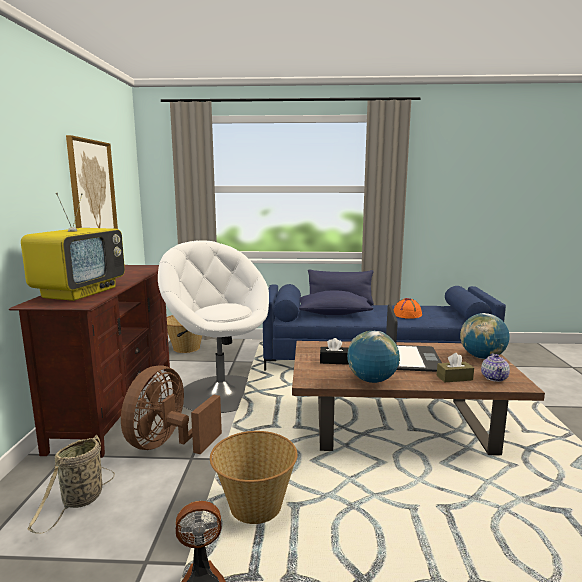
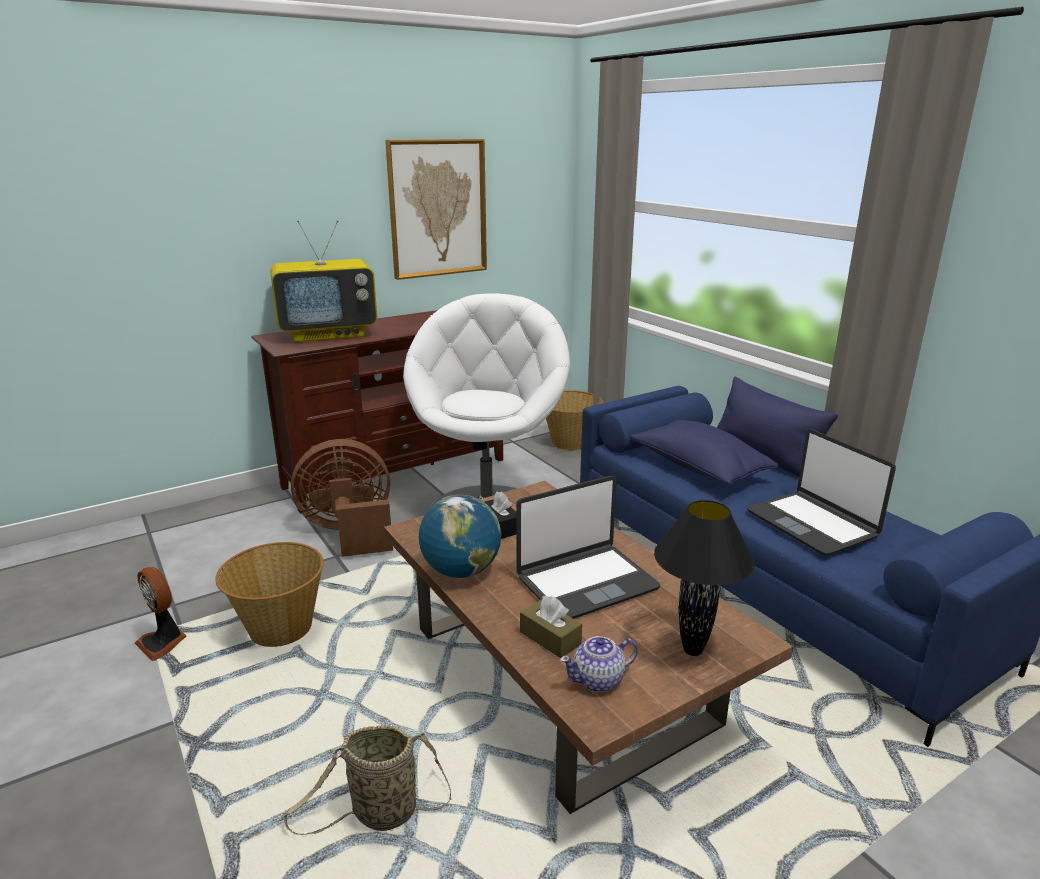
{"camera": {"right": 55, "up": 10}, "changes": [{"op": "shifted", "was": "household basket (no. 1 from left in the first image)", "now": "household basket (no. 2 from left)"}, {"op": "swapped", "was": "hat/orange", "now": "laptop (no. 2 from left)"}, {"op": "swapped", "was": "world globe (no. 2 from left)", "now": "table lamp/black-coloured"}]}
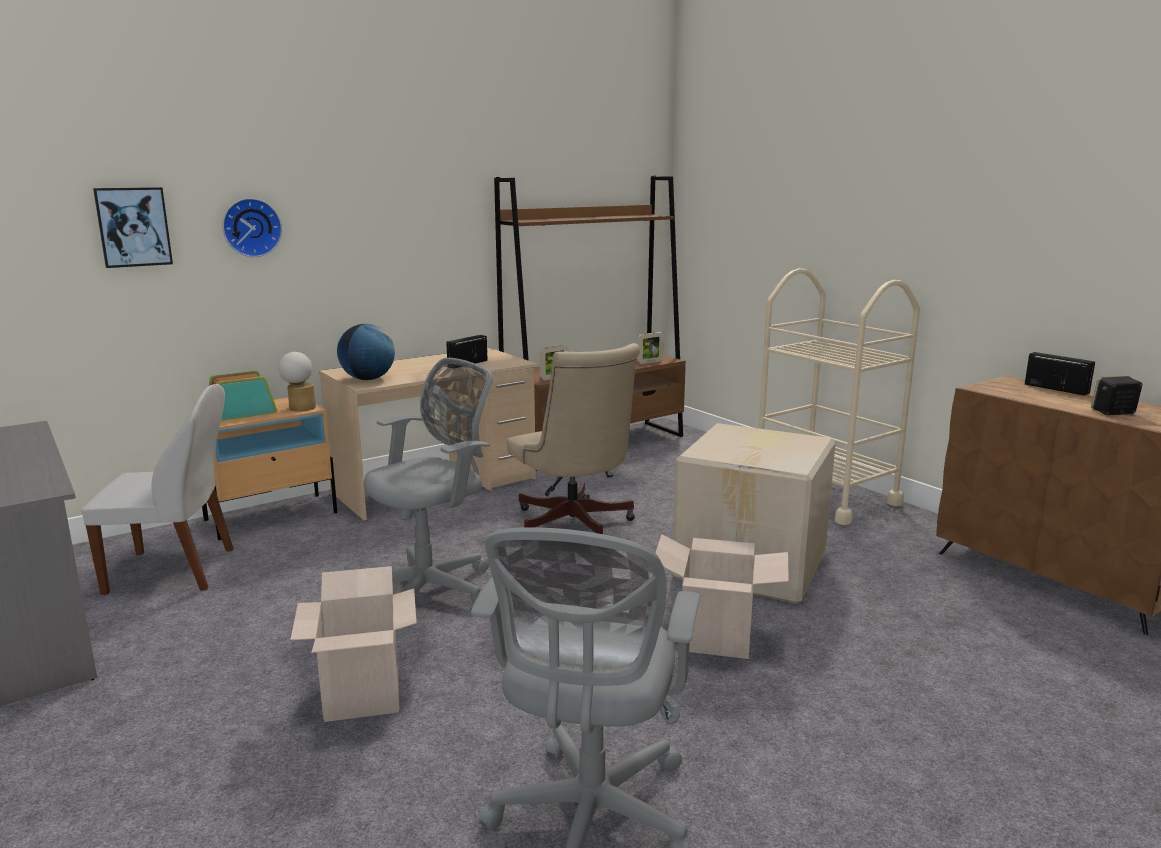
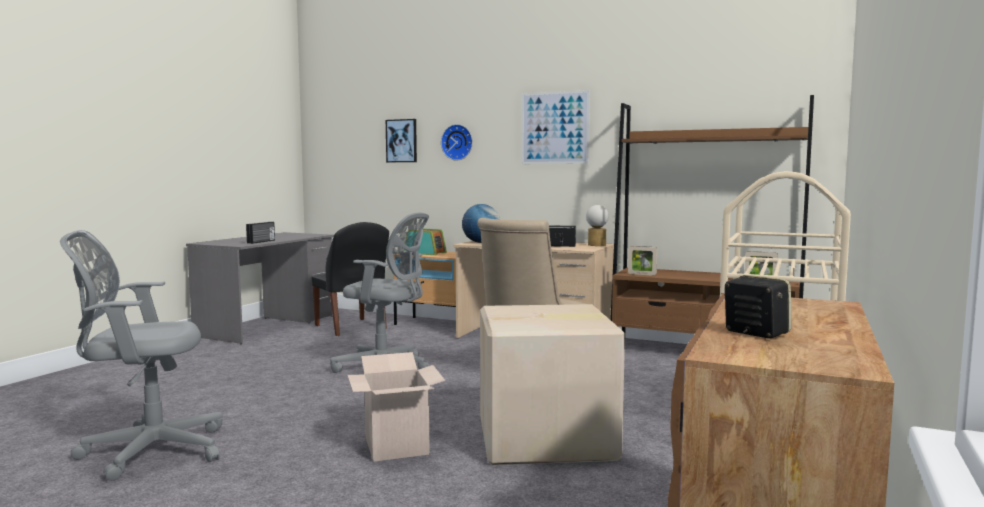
{"camera": {"right": 60, "up": -10}, "changes": [{"op": "gone", "was": "packing box (no. 1 from left)"}, {"op": "new", "now": "wall art (no. 2 from left)"}, {"op": "shifted", "was": "table lamp"}, {"op": "shifted", "was": "radio receiver (no. 3 from left in the first image)", "now": "radio receiver (no. 1 from left)"}, {"op": "repainted", "was": "plain chair/white-coloured", "now": "plain chair/black-coloured"}]}
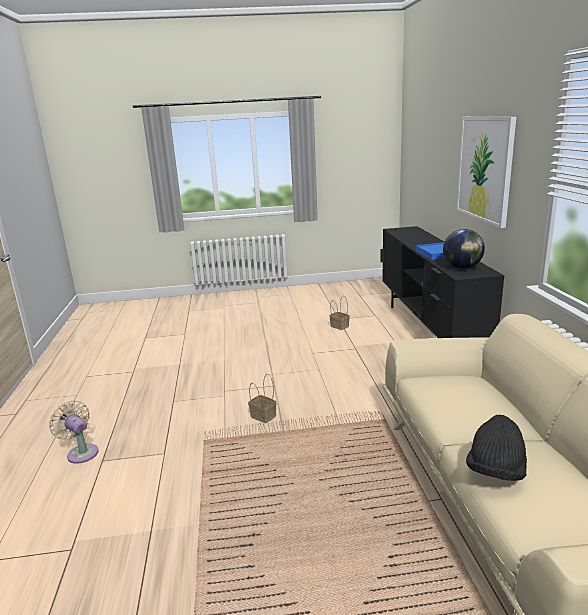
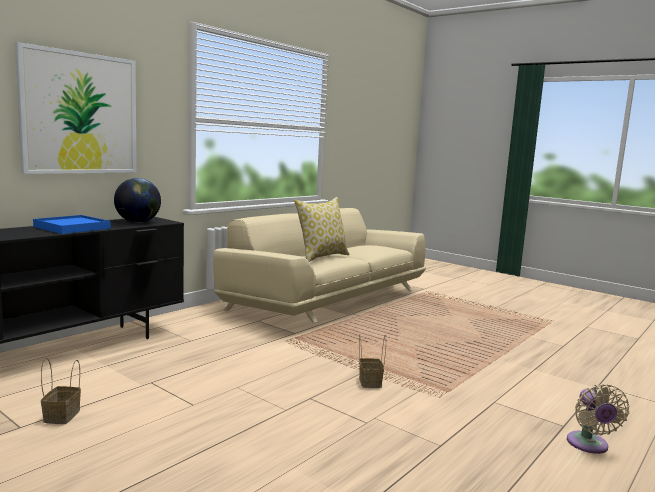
{"camera": {"right": -135, "up": -10}, "changes": [{"op": "gone", "was": "hat/black-coloured"}, {"op": "new", "now": "cushion"}]}
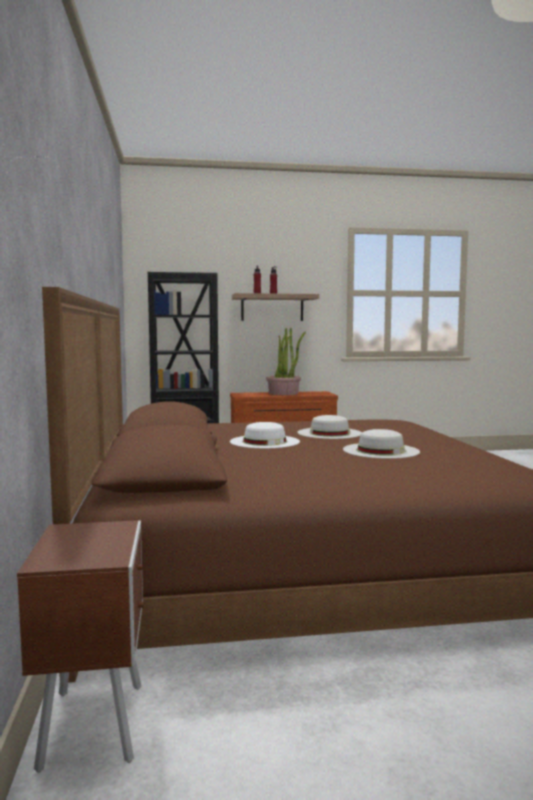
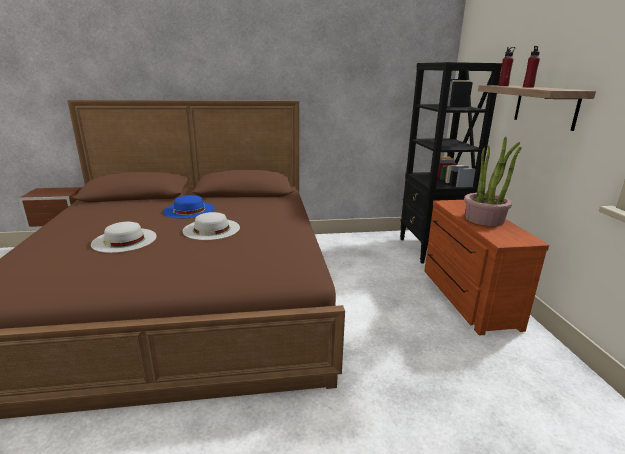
{"camera": {"right": 90, "up": 15}, "changes": [{"op": "repainted", "was": "hat/white-coloured (no. 1 from left)", "now": "hat/blue"}]}
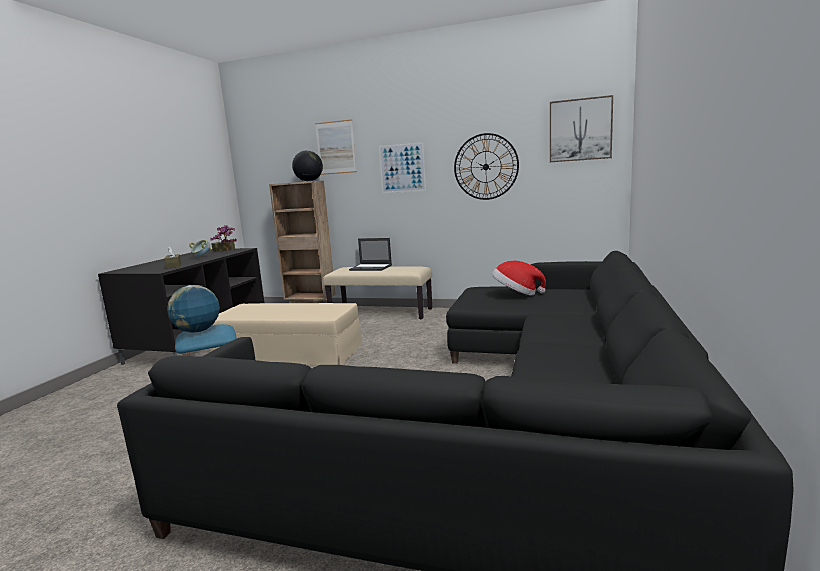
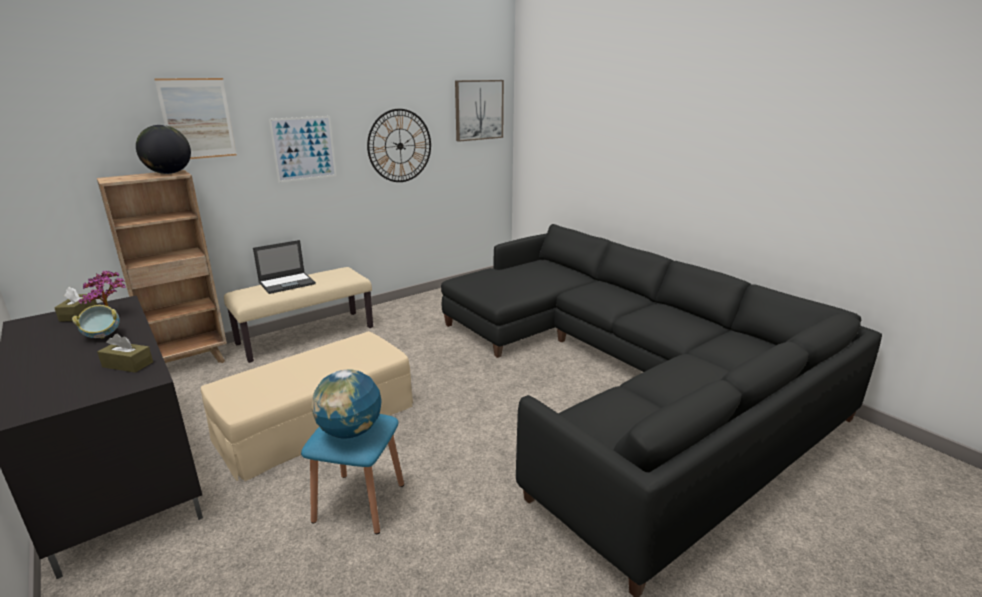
{"camera": {"right": -55, "up": 10}, "changes": [{"op": "gone", "was": "hat"}]}
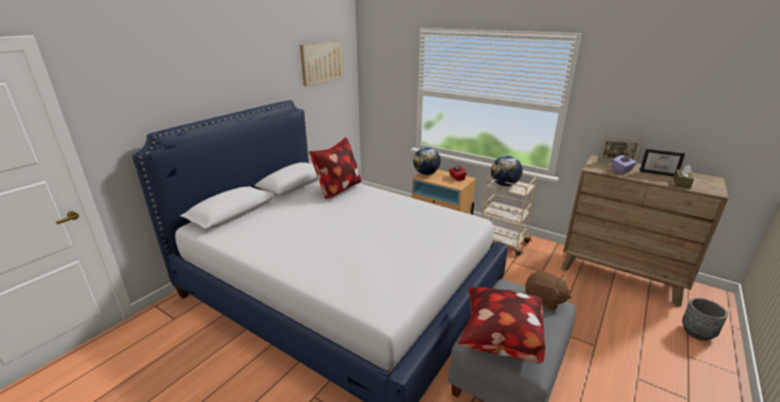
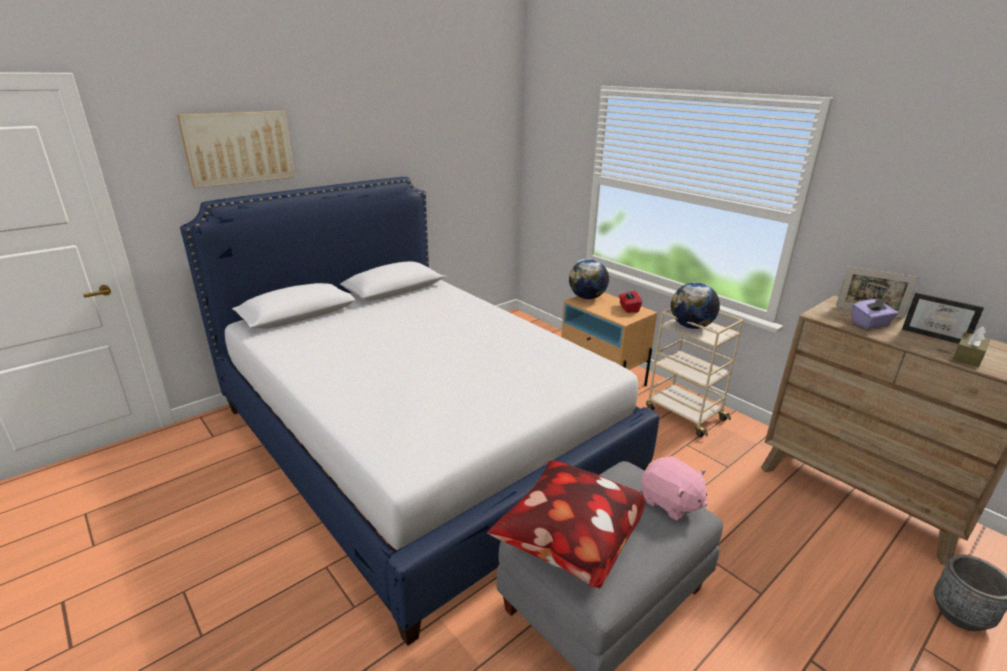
{"camera": {"right": 15, "up": 0}, "changes": [{"op": "gone", "was": "cushion (no. 1 from left)"}, {"op": "shifted", "was": "wall art"}, {"op": "repainted", "was": "soft toy/brown-coloured", "now": "soft toy/pinkish"}]}
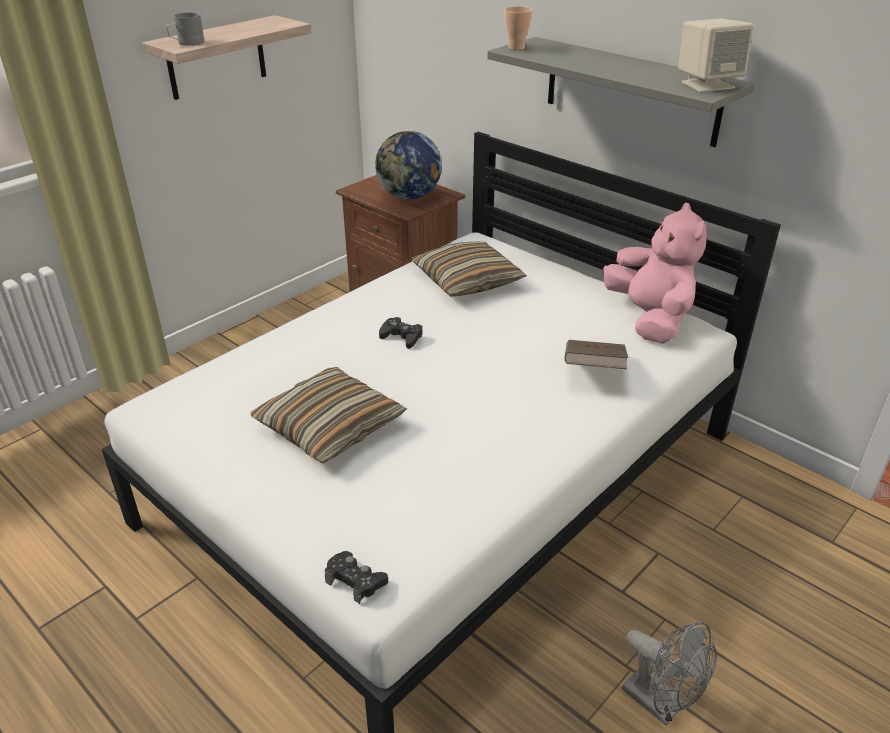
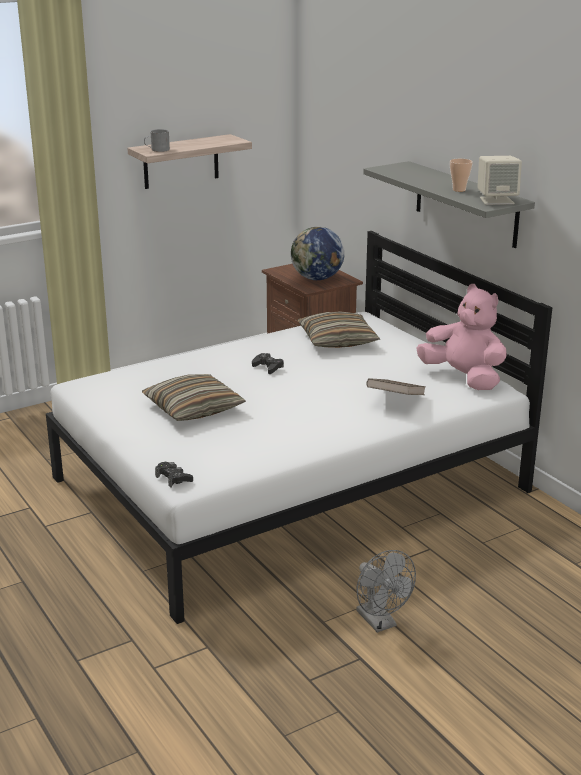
{"camera": {"right": 15, "up": -10}, "changes": [{"op": "shifted", "was": "drinking cup"}, {"op": "rotated", "was": "soft toy/pinkish", "clockwise": -45}]}
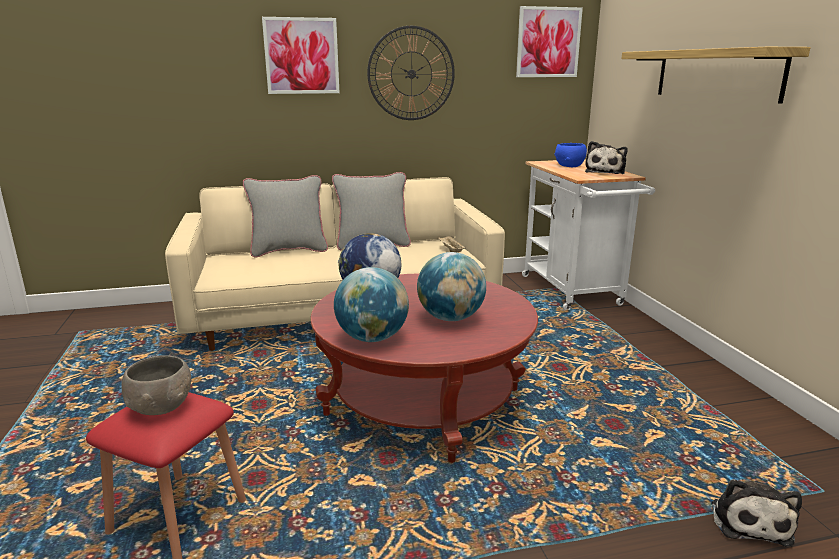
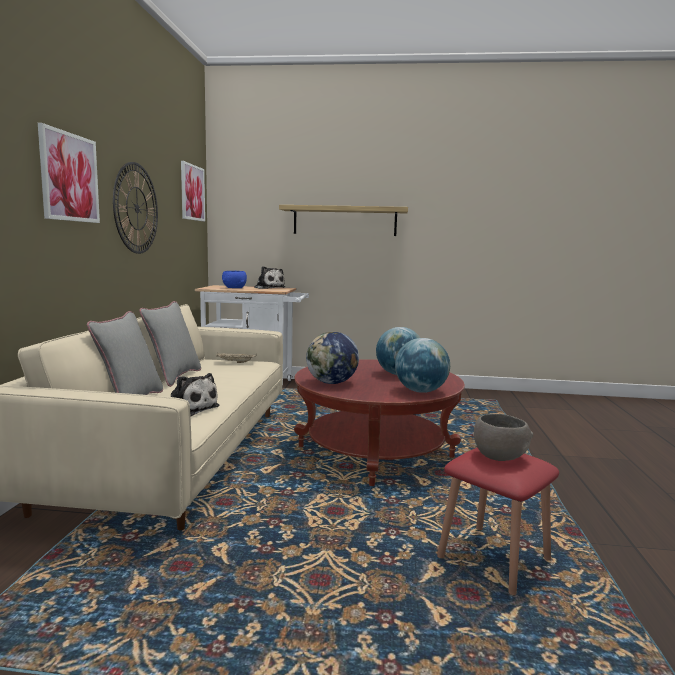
{"camera": {"right": -70, "up": -10}, "changes": [{"op": "shifted", "was": "soft toy (no. 2 from left in the first image)", "now": "soft toy (no. 1 from left)"}]}
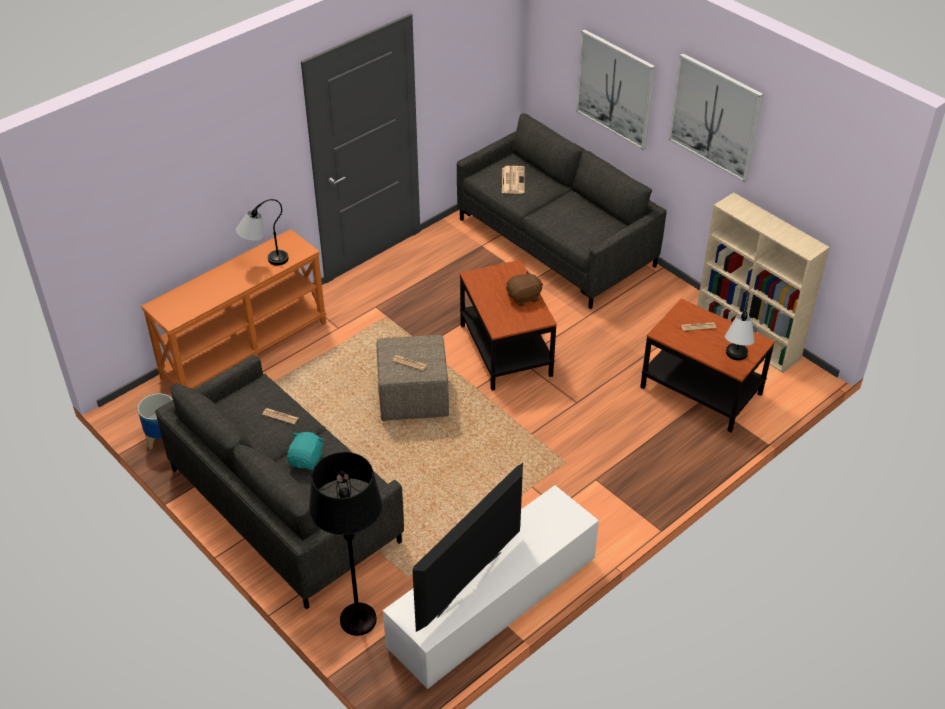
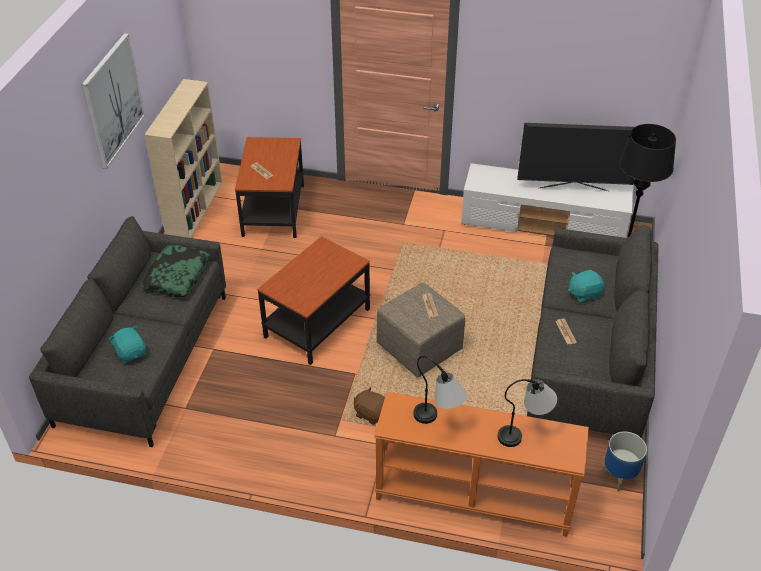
{"camera": {"right": -125, "up": 0}, "changes": [{"op": "gone", "was": "wall art (no. 1 from left)"}, {"op": "new", "now": "cushion"}, {"op": "shifted", "was": "soft toy/brown-coloured"}, {"op": "shifted", "was": "table lamp (no. 2 from left)"}, {"op": "swapped", "was": "printed paper (no. 3 from left)", "now": "soft toy/blue-green (no. 1 from left)"}]}
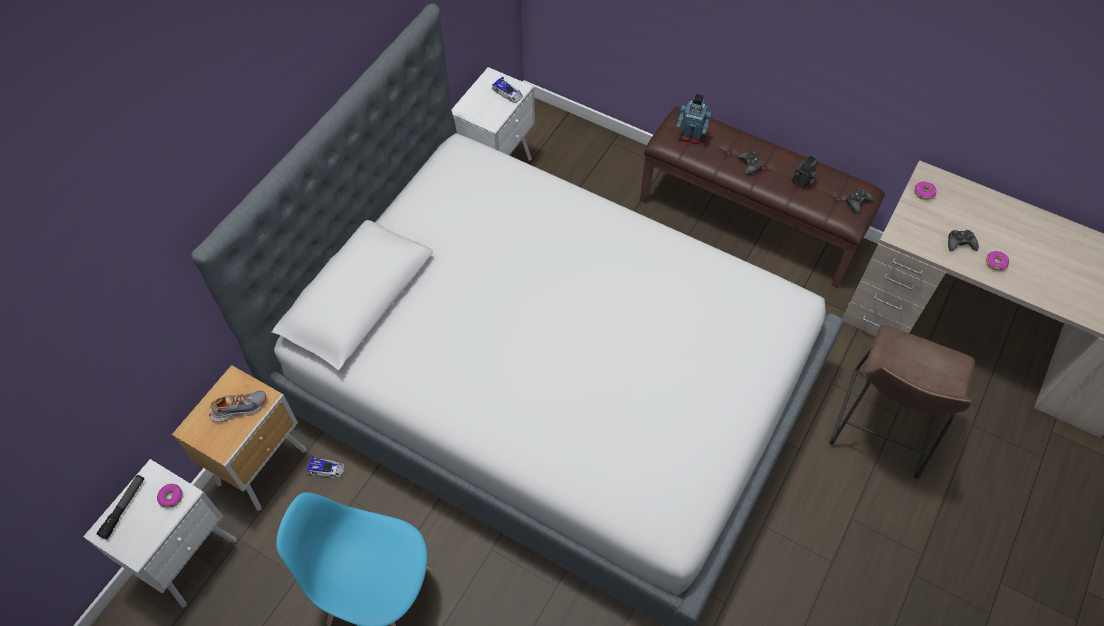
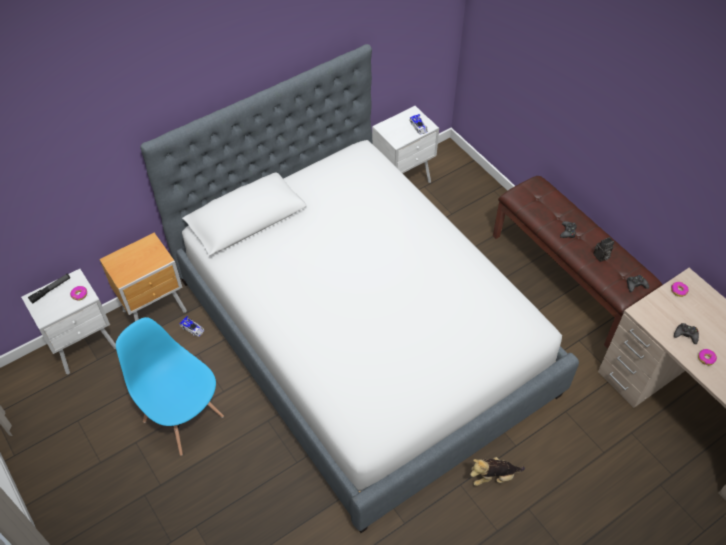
{"camera": {"right": 25, "up": -5}, "changes": [{"op": "gone", "was": "shoe"}, {"op": "gone", "was": "robot figure"}, {"op": "gone", "was": "stool/brown-coloured"}, {"op": "new", "now": "soft toy"}]}
